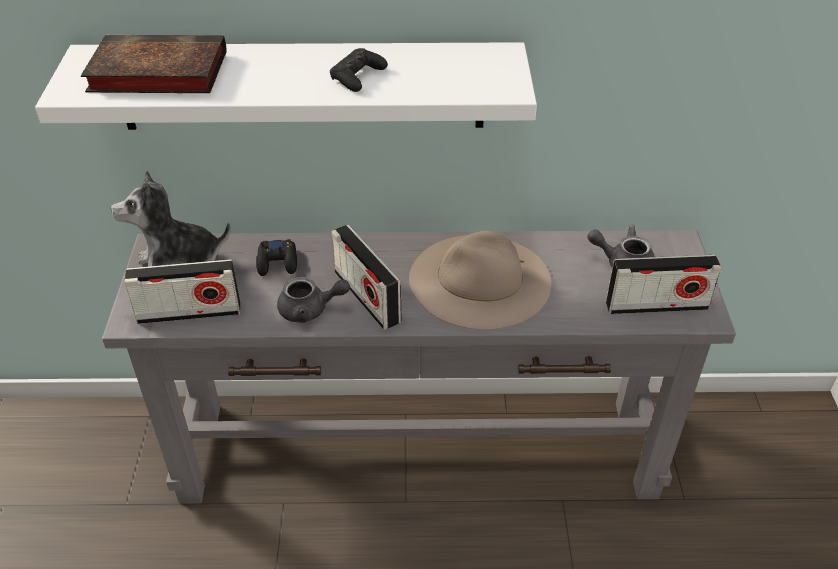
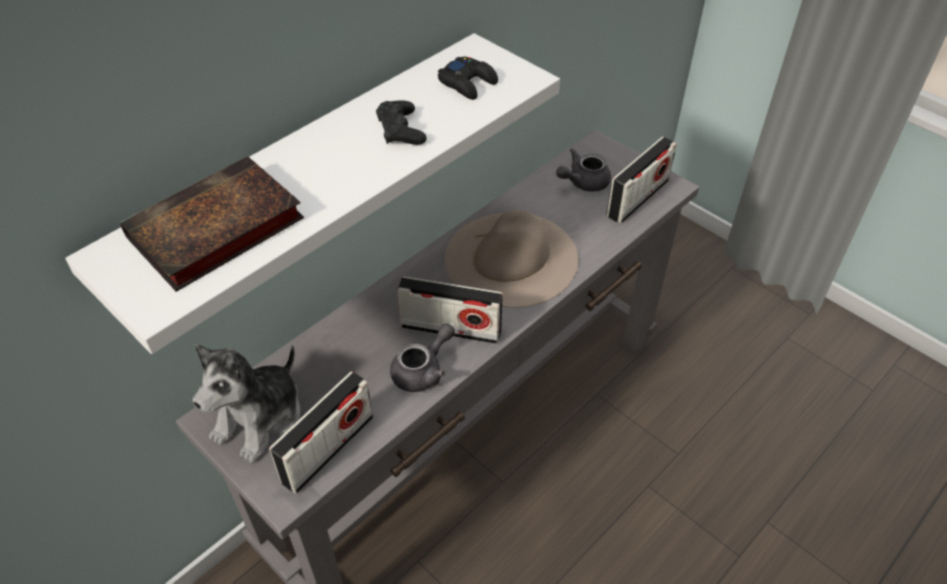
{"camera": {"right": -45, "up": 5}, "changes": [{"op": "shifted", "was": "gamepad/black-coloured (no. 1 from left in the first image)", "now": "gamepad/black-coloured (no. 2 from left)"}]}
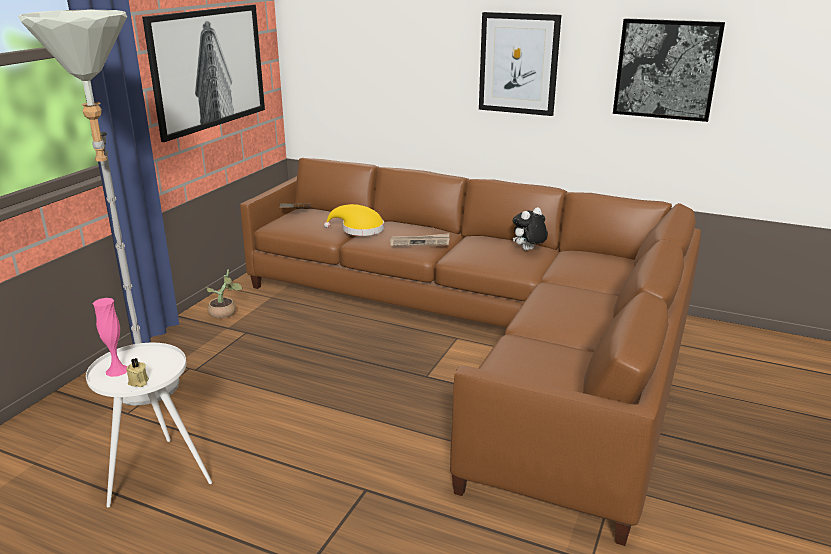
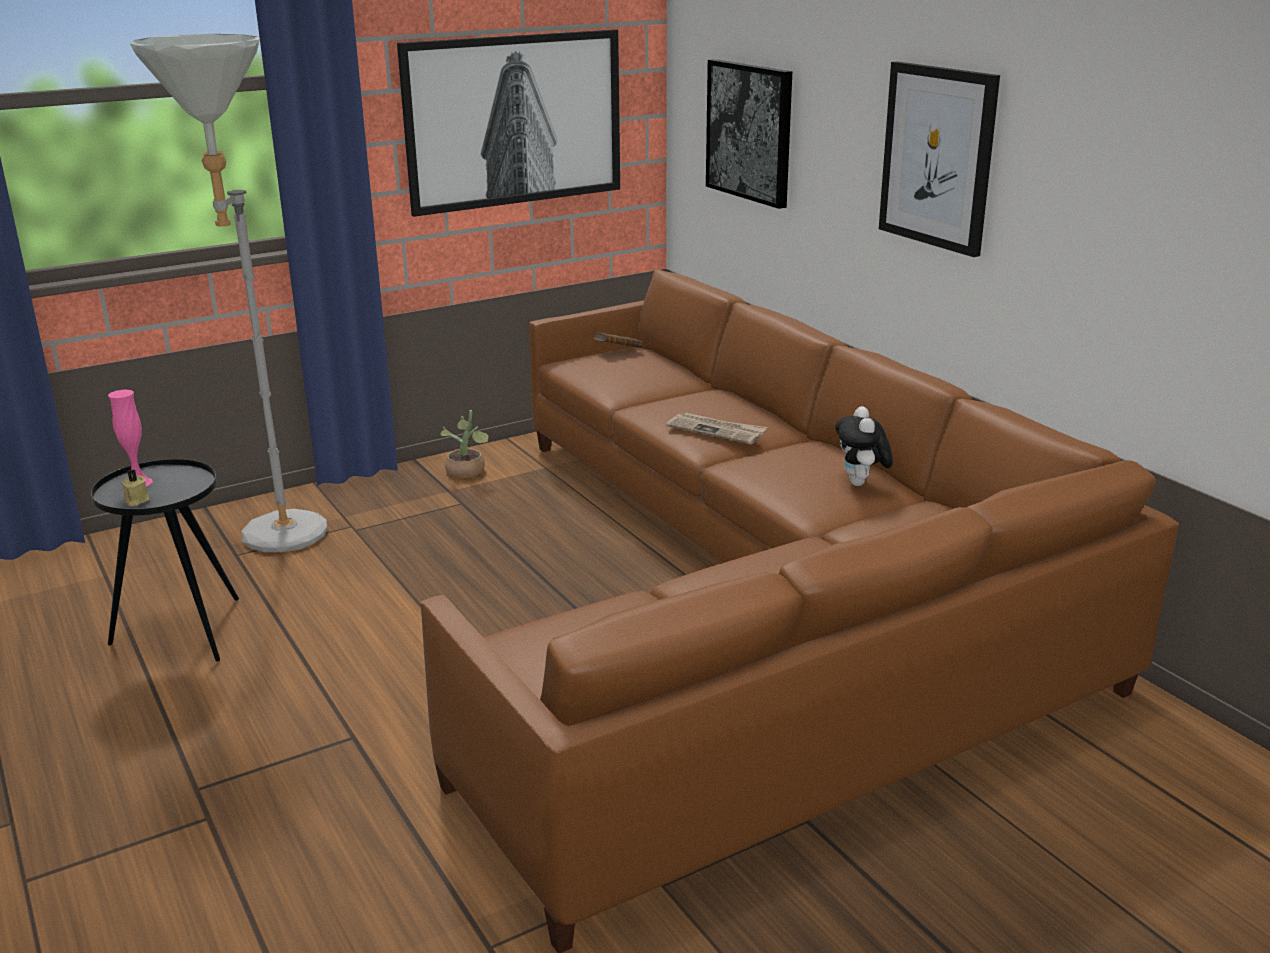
{"camera": {"right": 35, "up": 0}, "changes": [{"op": "gone", "was": "hat/yellow"}, {"op": "shifted", "was": "wall art (no. 3 from left in the first image)", "now": "wall art (no. 2 from left)"}, {"op": "repainted", "was": "side table/white-coloured", "now": "side table/black-coloured"}, {"op": "rotated", "was": "soft toy", "clockwise": -90}]}
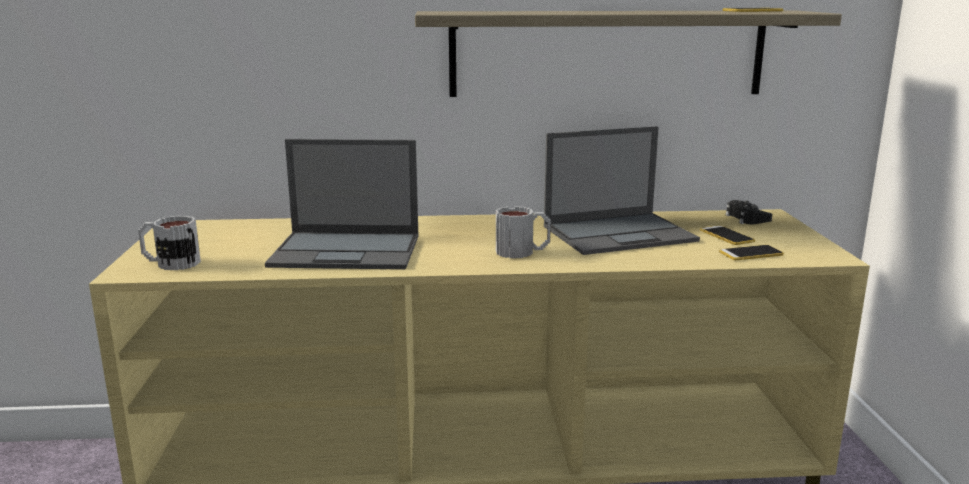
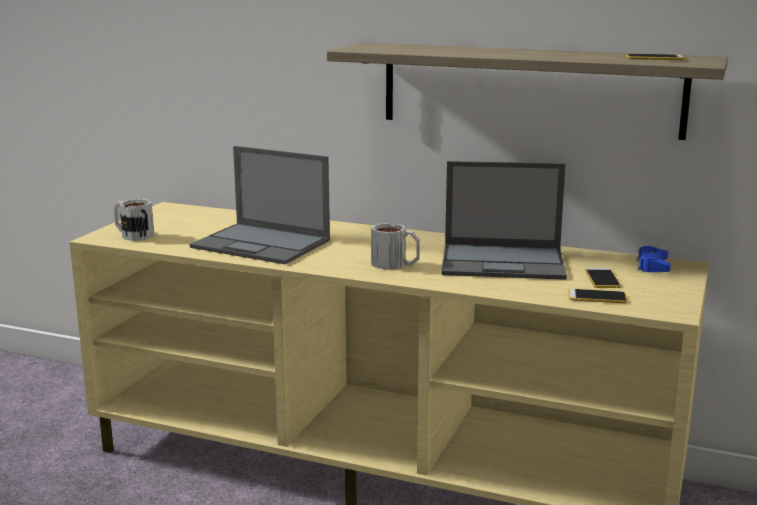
{"camera": {"right": 25, "up": 0}, "changes": [{"op": "repainted", "was": "gamepad/black-coloured", "now": "gamepad/blue"}]}
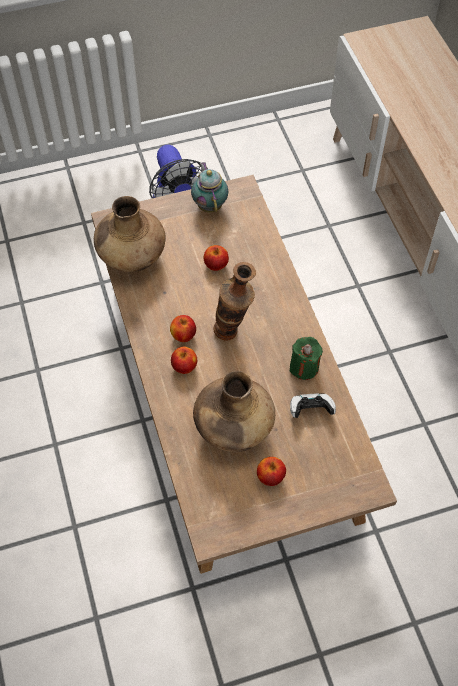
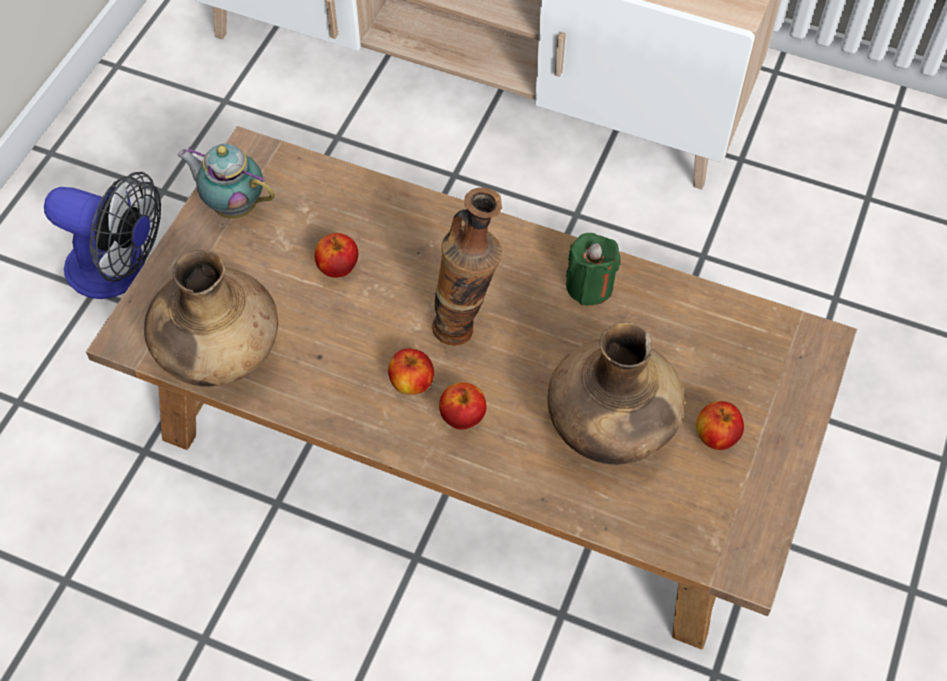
{"camera": {"right": -50, "up": 0}, "changes": [{"op": "gone", "was": "gamepad"}]}
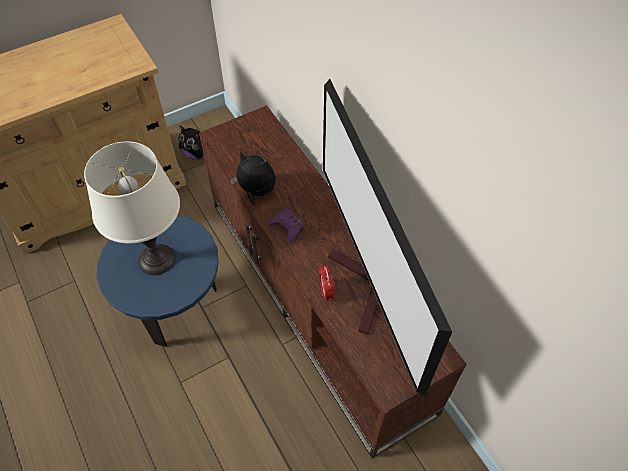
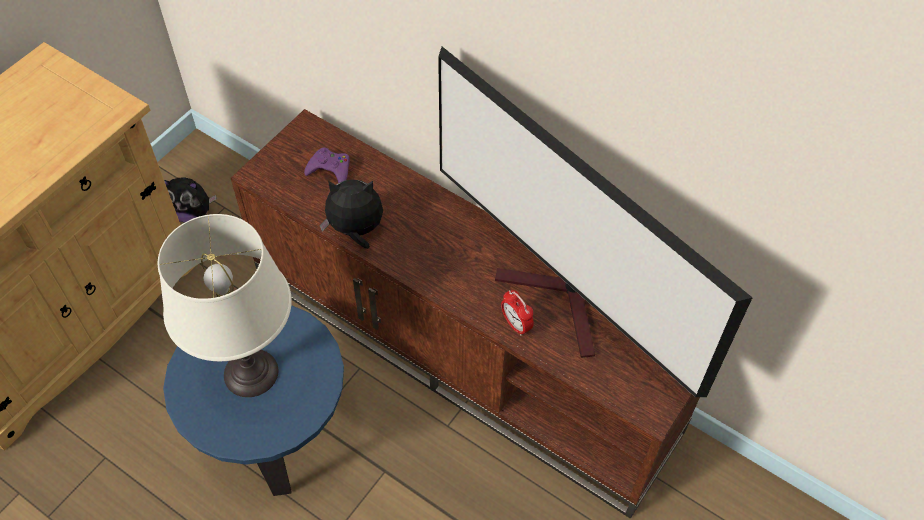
{"camera": {"right": -25, "up": 0}, "changes": [{"op": "shifted", "was": "gamepad/purplish"}]}
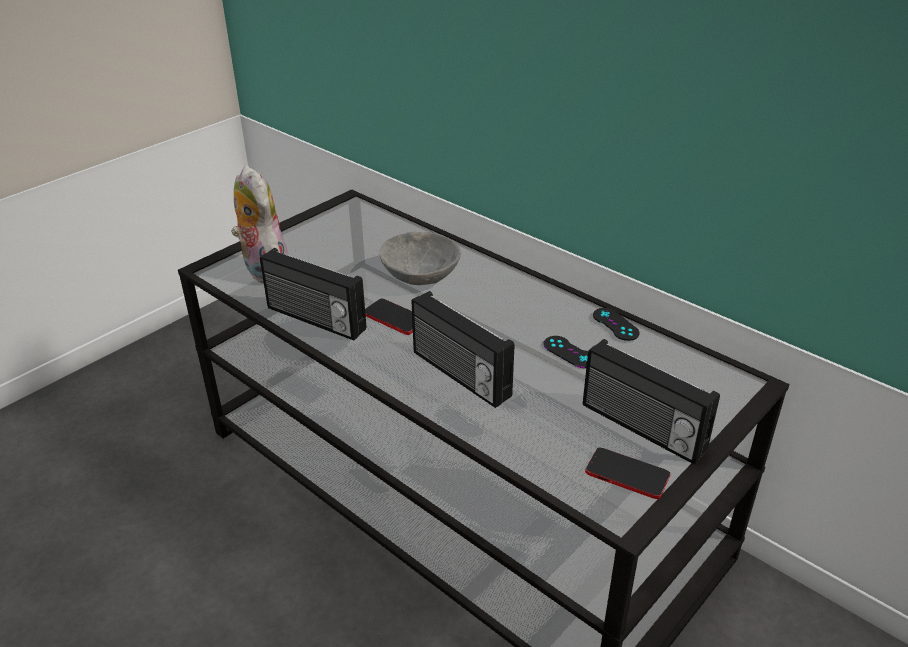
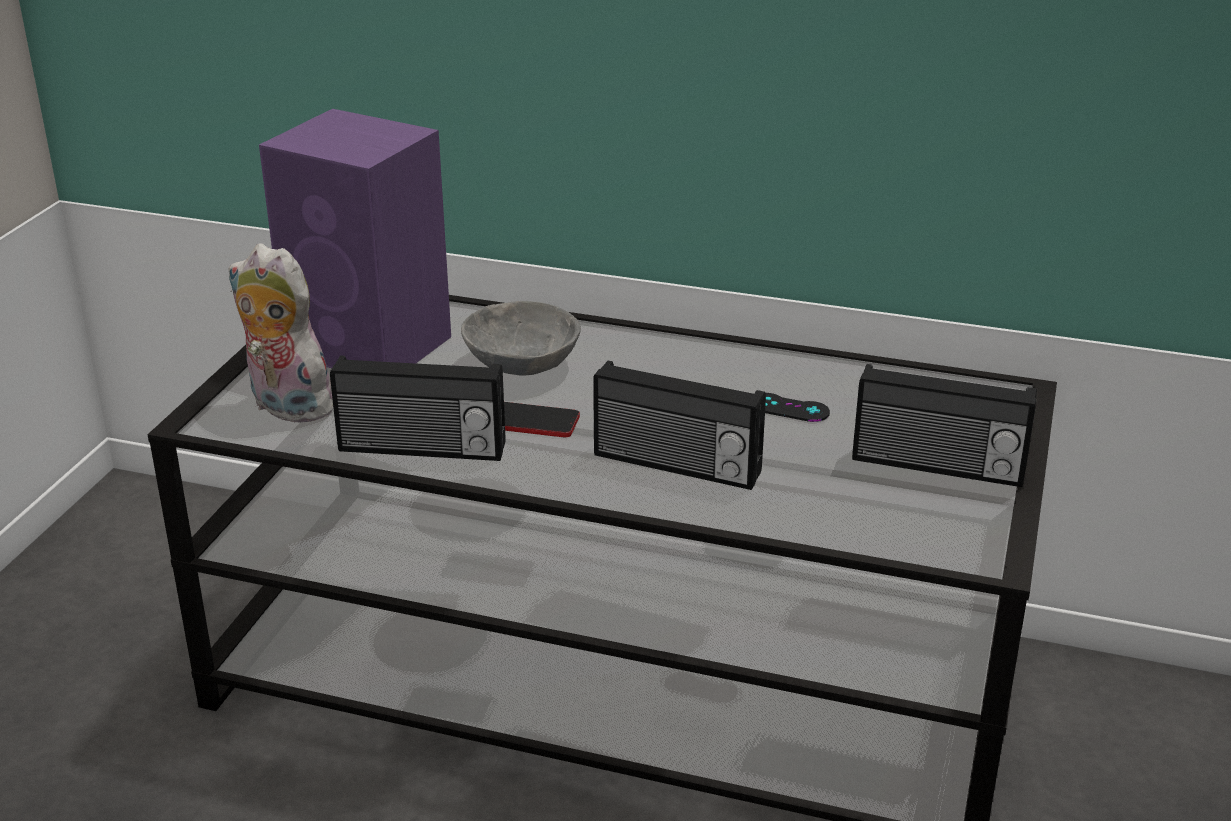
{"camera": {"right": -25, "up": -5}, "changes": [{"op": "gone", "was": "handset (no. 2 from left)"}, {"op": "gone", "was": "gamepad/black-coloured (no. 2 from left)"}, {"op": "new", "now": "audio speaker/purplish"}]}
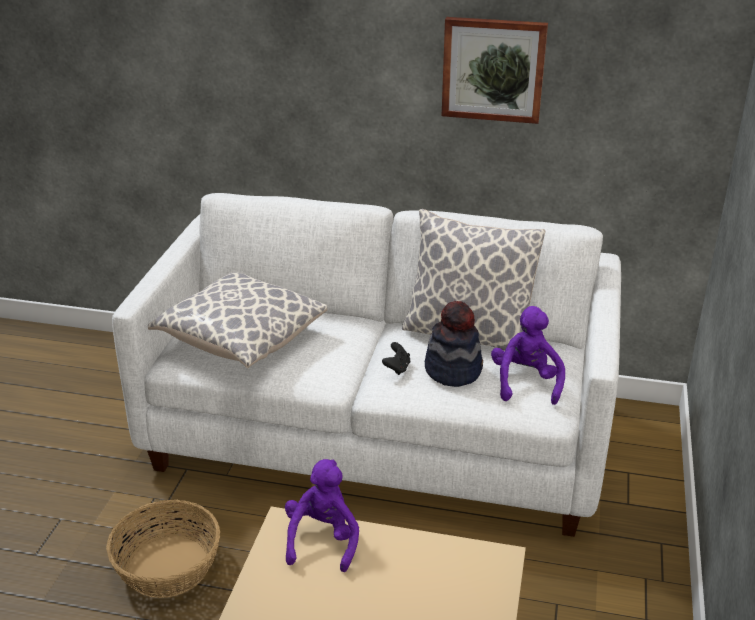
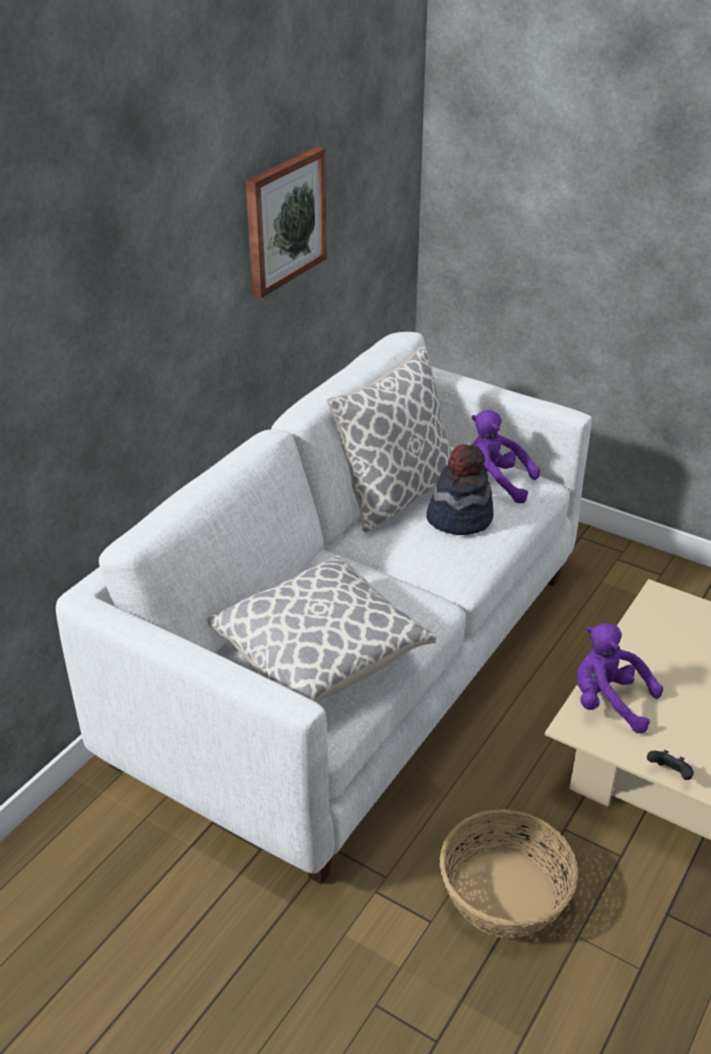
{"camera": {"right": -70, "up": 5}, "changes": [{"op": "shifted", "was": "gamepad/black-coloured"}]}
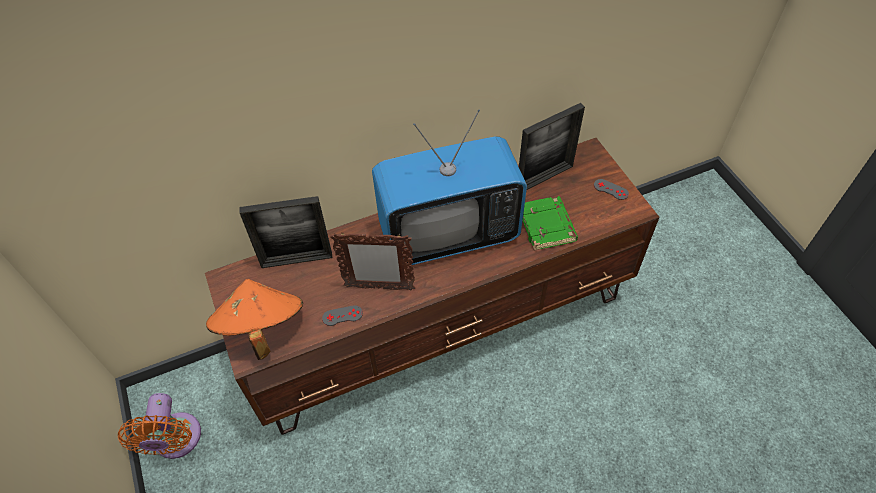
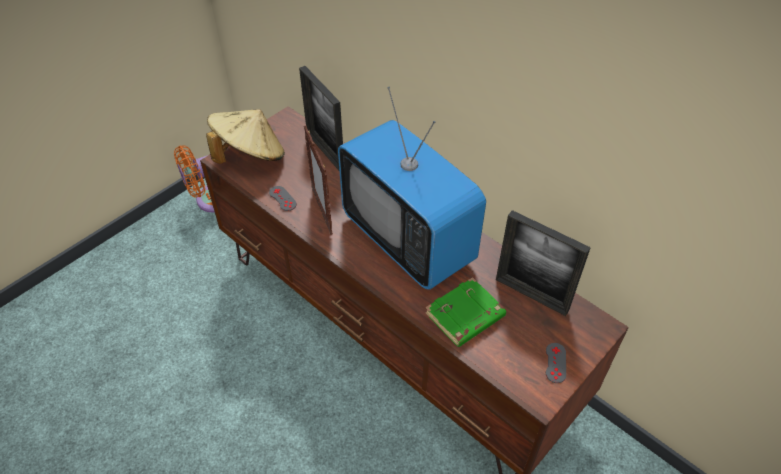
{"camera": {"right": 65, "up": -5}, "changes": [{"op": "repainted", "was": "hat/orange", "now": "hat/sand-coloured"}]}
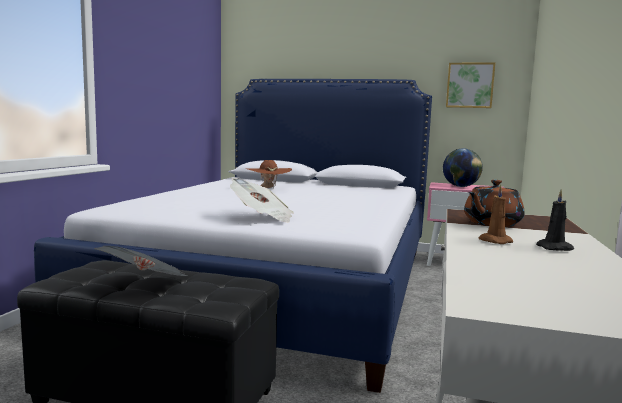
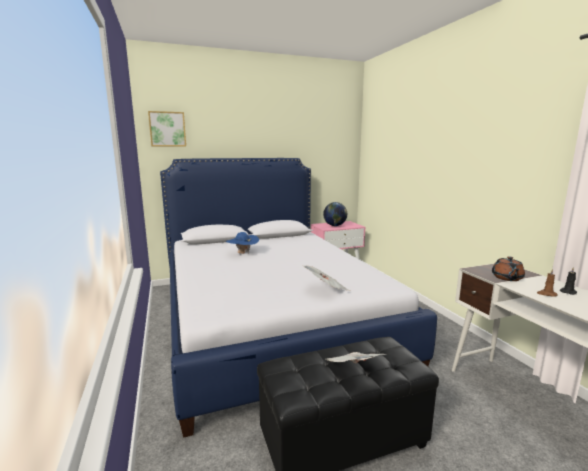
{"camera": {"right": -35, "up": 5}, "changes": [{"op": "shifted", "was": "wall art"}, {"op": "repainted", "was": "hat/brown-coloured", "now": "hat/blue"}]}
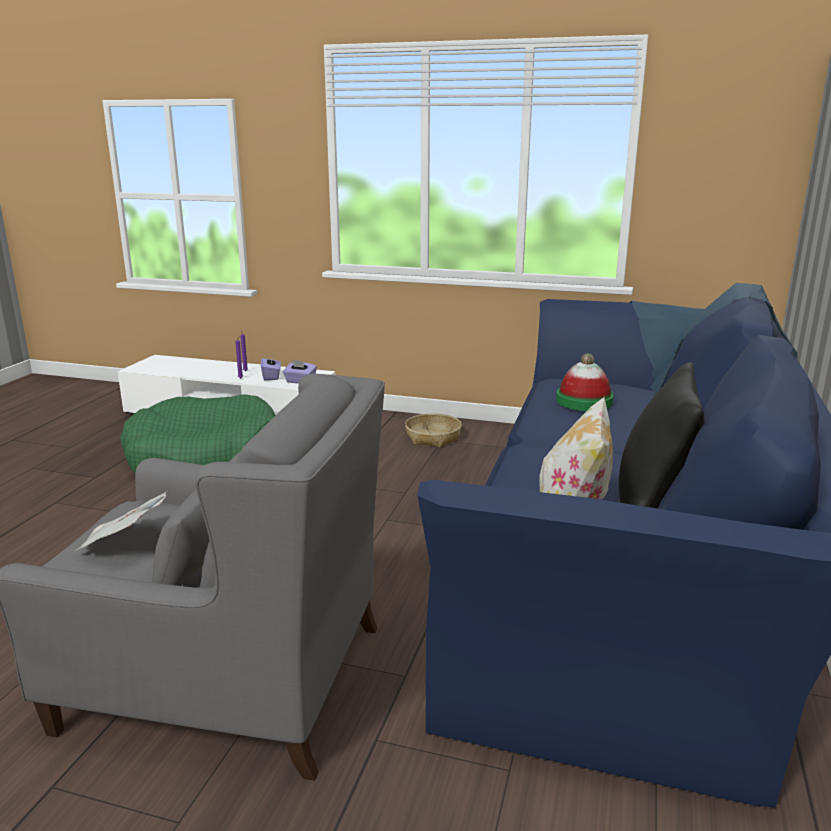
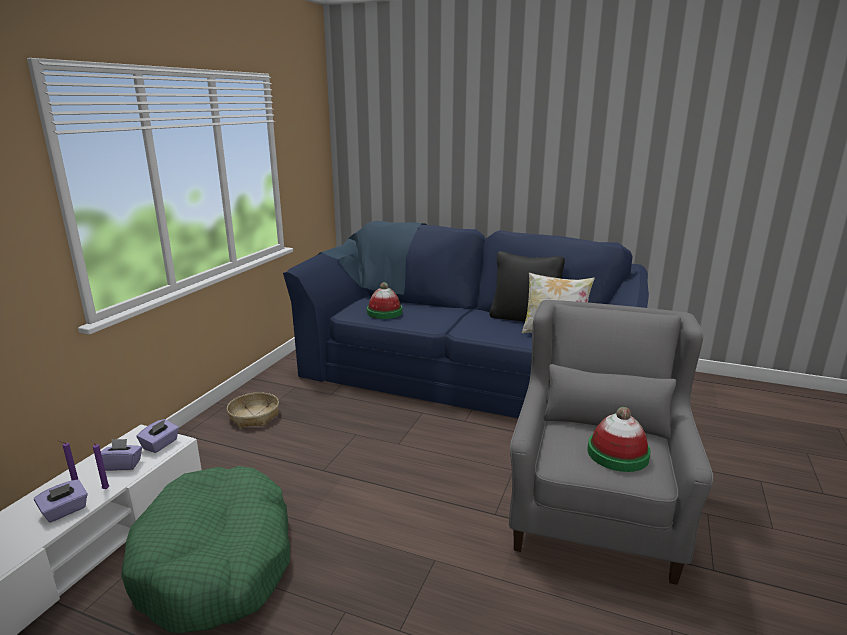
{"camera": {"right": -85, "up": 0}, "changes": [{"op": "new", "now": "box of tissues/purplish (no. 1 from left)"}, {"op": "swapped", "was": "printed paper", "now": "hat (no. 2 from left)"}]}
